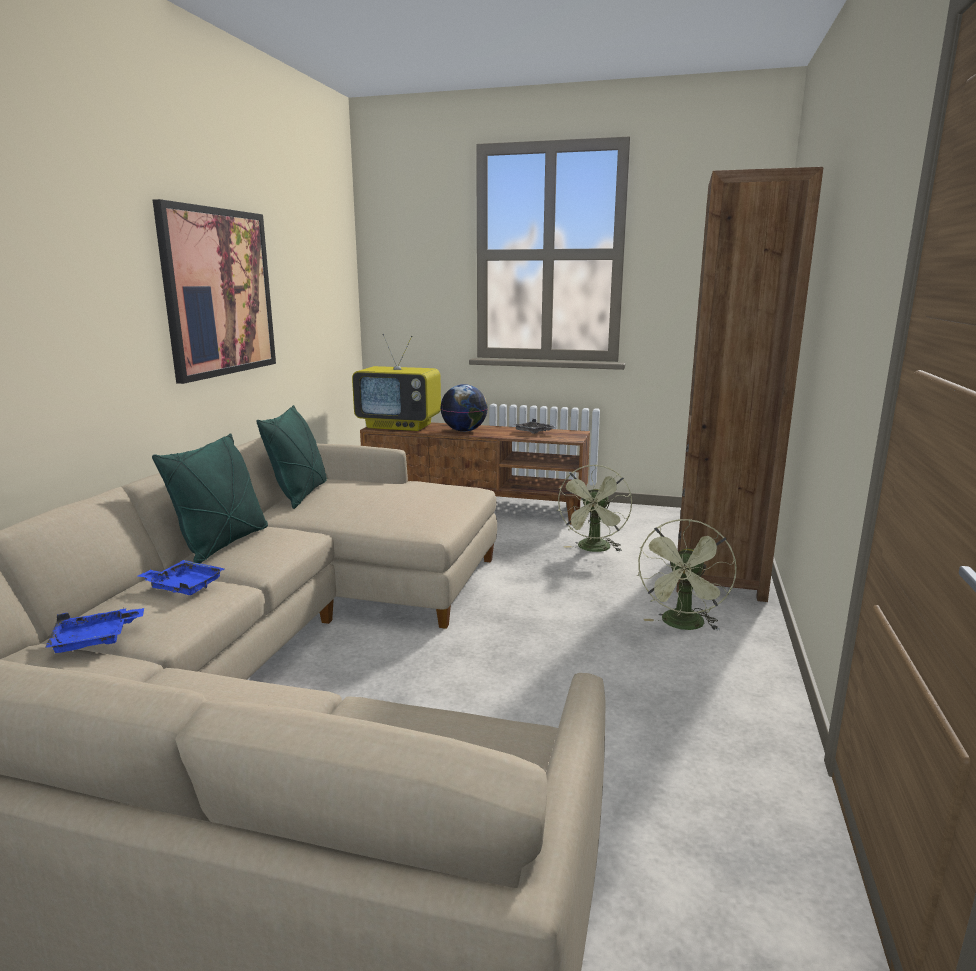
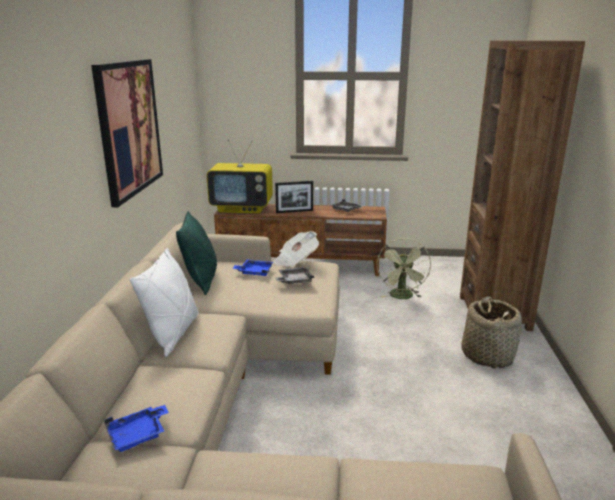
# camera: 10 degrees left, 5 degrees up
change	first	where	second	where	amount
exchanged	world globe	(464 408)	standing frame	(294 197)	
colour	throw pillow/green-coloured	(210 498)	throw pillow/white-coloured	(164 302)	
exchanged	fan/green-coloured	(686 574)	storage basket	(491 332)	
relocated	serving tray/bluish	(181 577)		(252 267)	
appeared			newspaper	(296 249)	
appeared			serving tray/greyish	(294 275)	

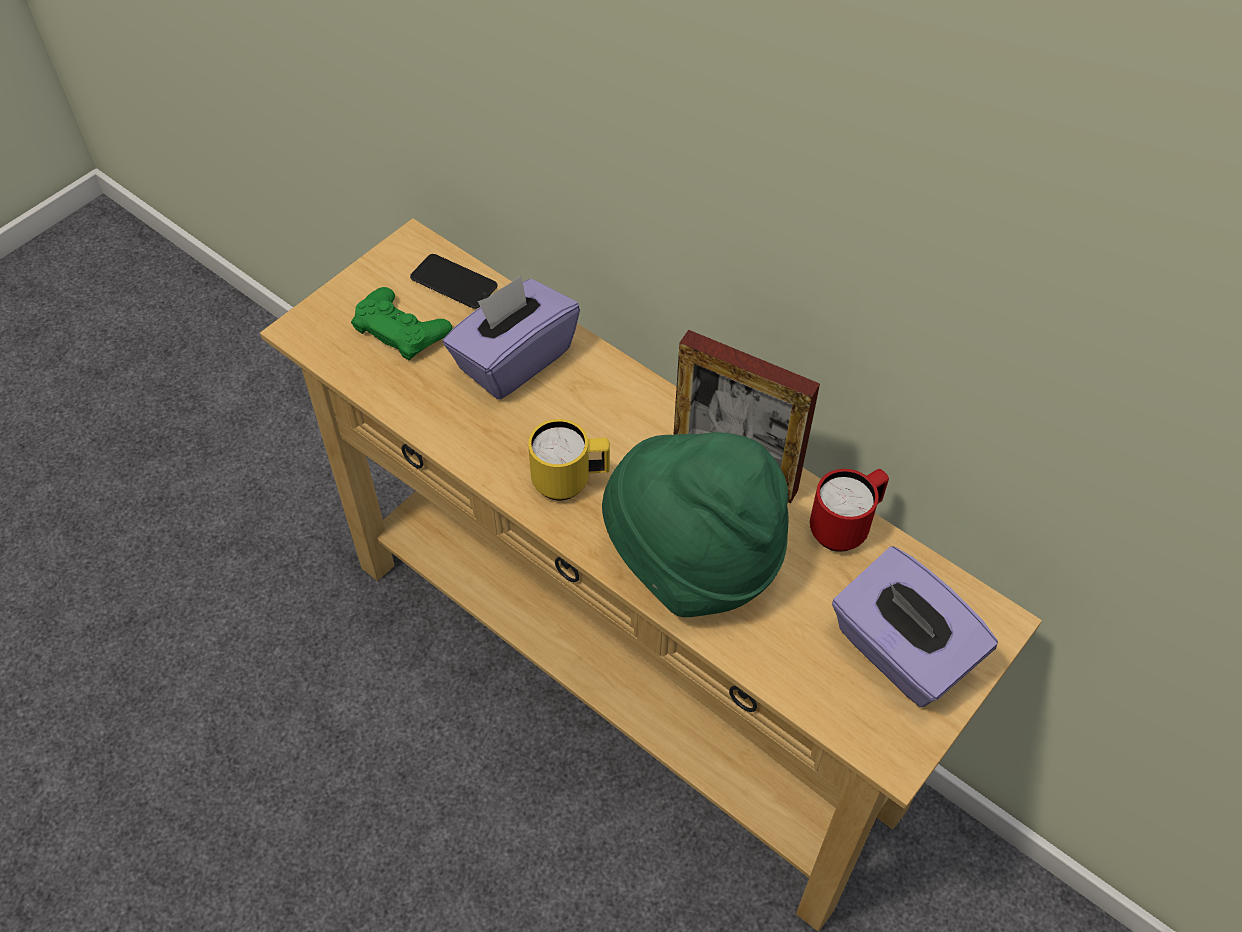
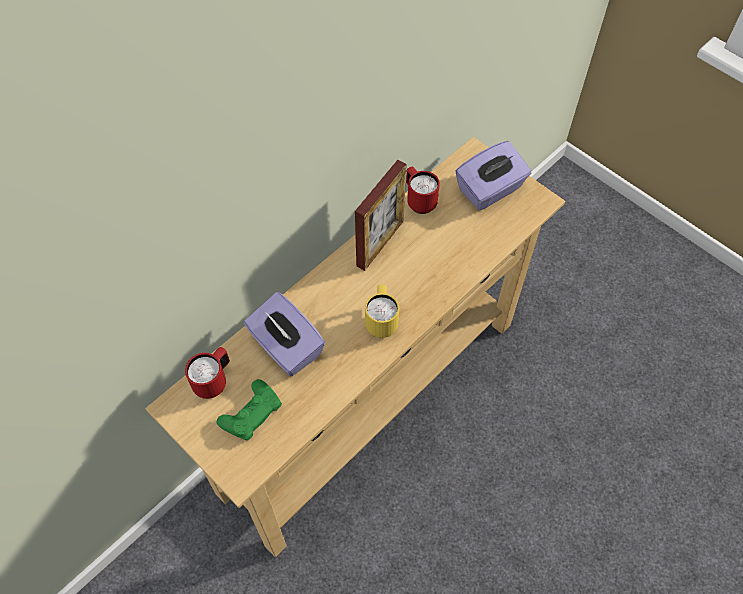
# camera: 85 degrees left, 5 degrees up
change	first	where	second	where	amount
exchanged	phone	(454 281)	mug/red	(207 373)	
missing	wearable hat/green-coloured	(695 524)			

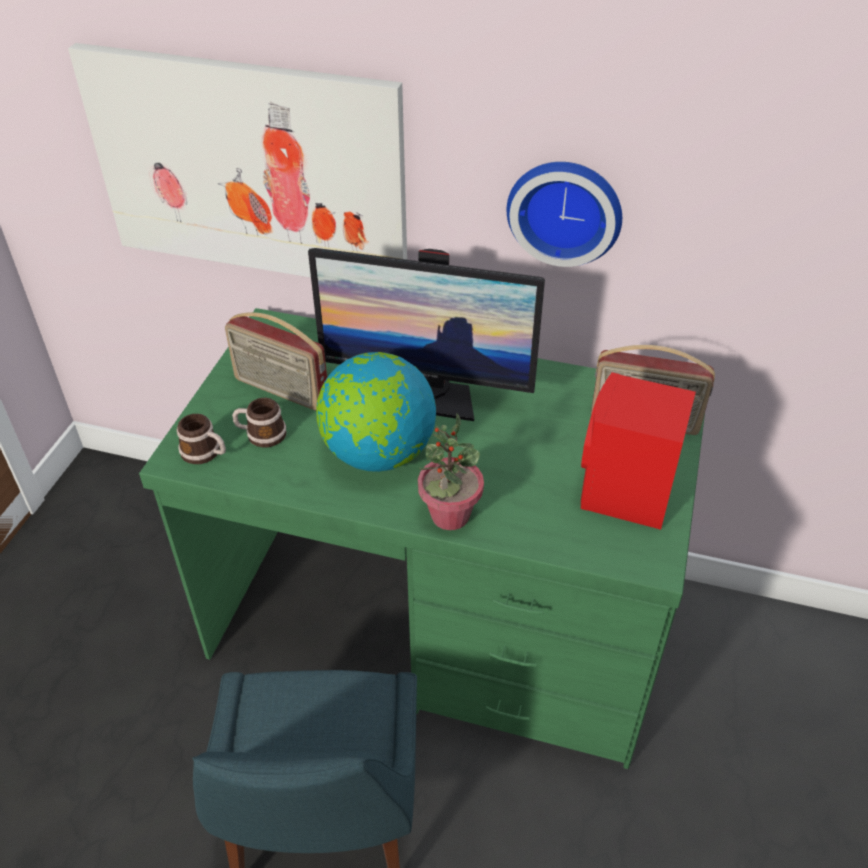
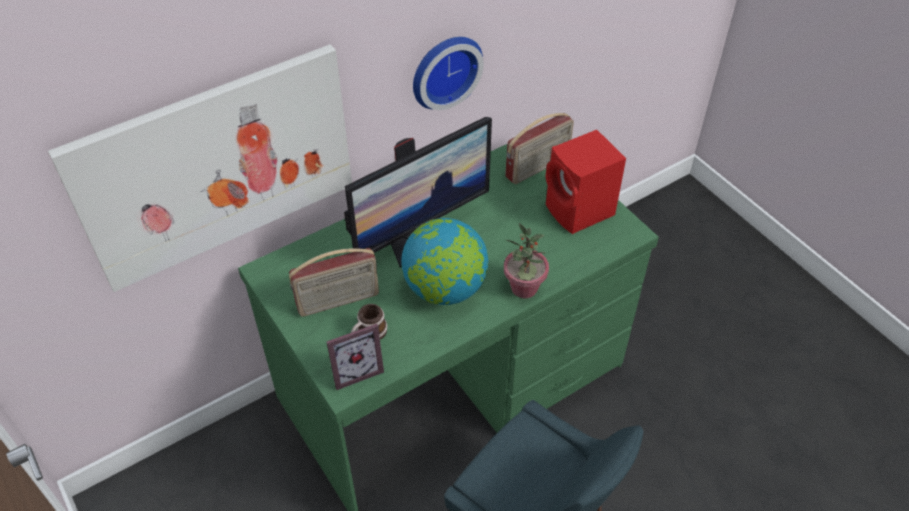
# camera: 50 degrees left, 5 degrees up
change	first	where	second	where	amount
exchanged	mug	(201 439)	standing frame	(355 356)	

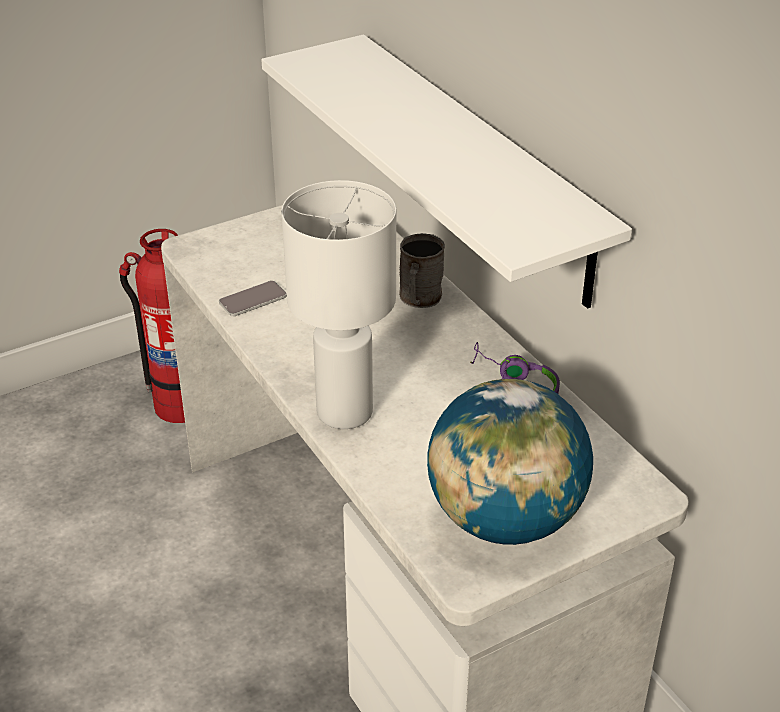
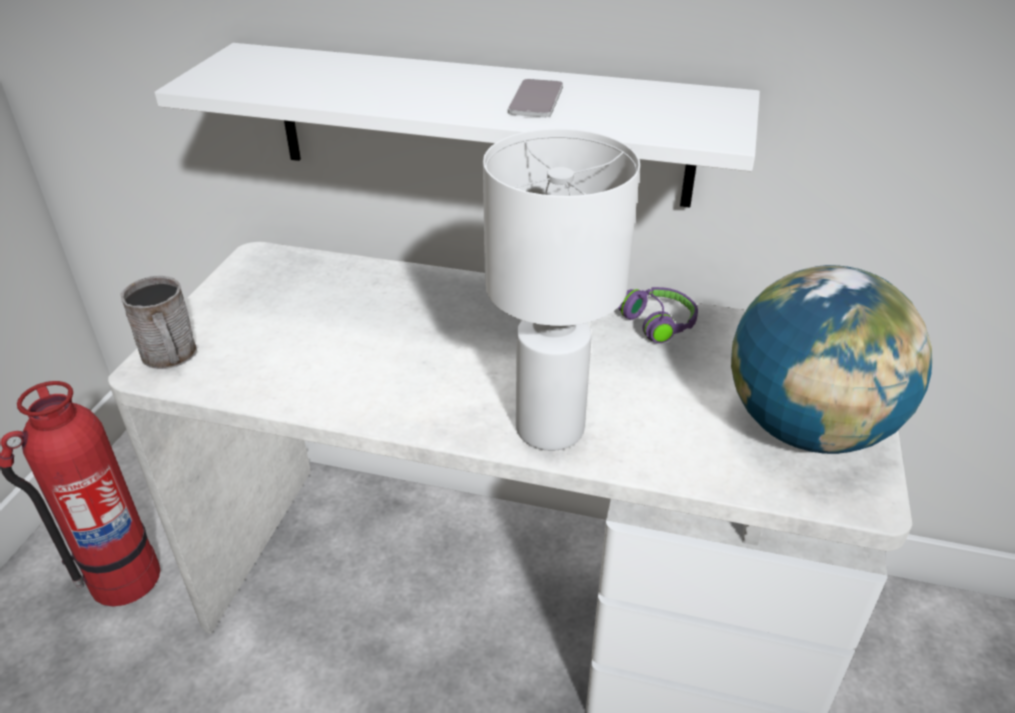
# camera: 45 degrees left, 0 degrees up
change	first	where	second	where	amount
relocated	mug/greyish	(422 270)		(159 322)	
relocated	phone	(253 298)		(535 98)	

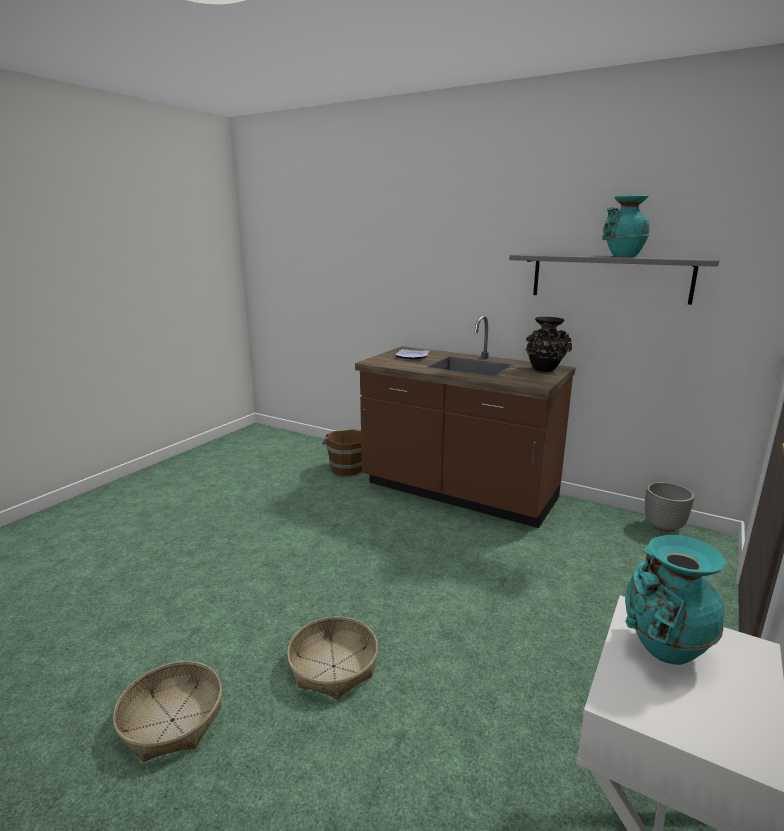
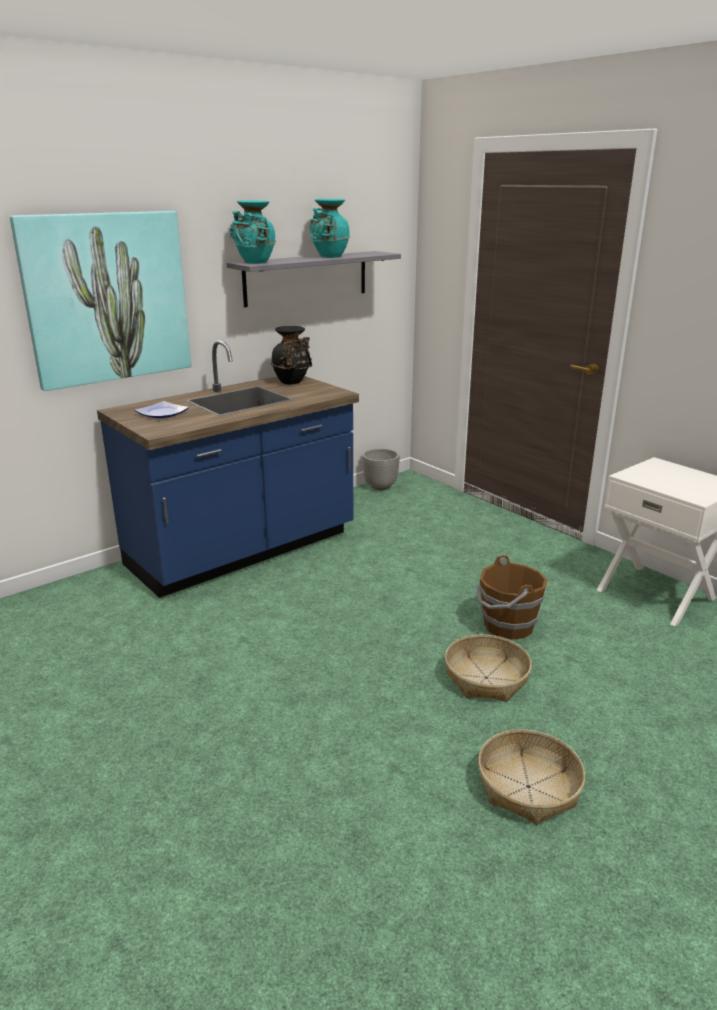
# camera: 70 degrees left, 5 degrees up
change	first	where	second	where	amount
colour	kitchen base unit/brown	(465 421)	kitchen base unit/bluish	(228 469)	
relocated	pail/brown	(342 452)		(512 597)	
relocated	flower vase/turquoise	(675 600)		(252 232)	
appeared			wall picture	(100 301)	

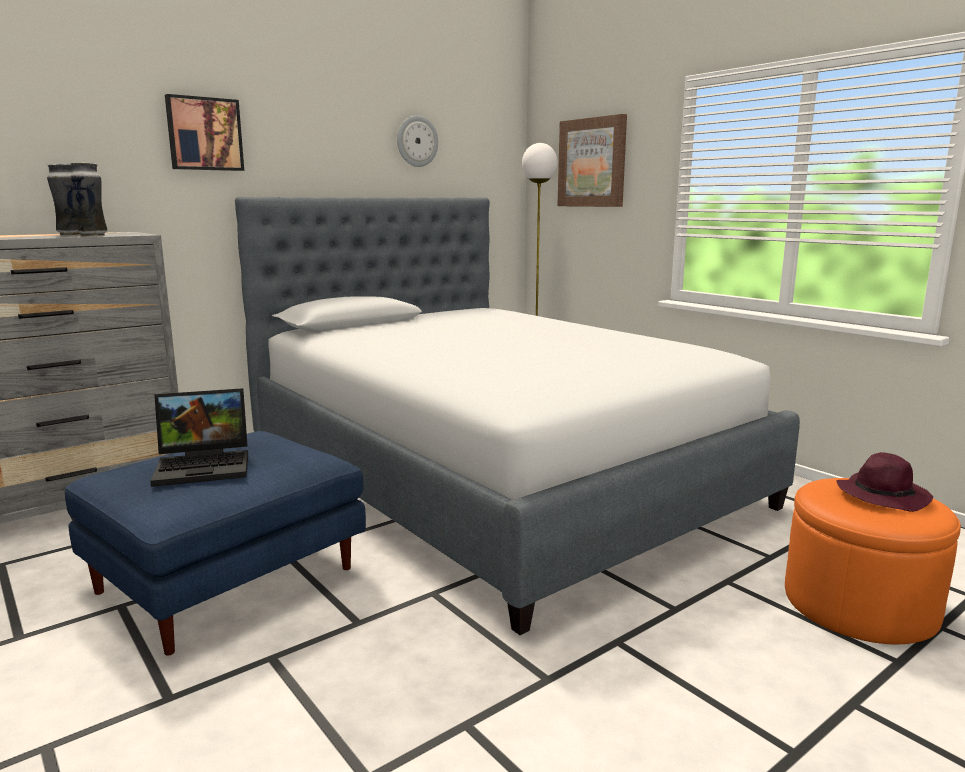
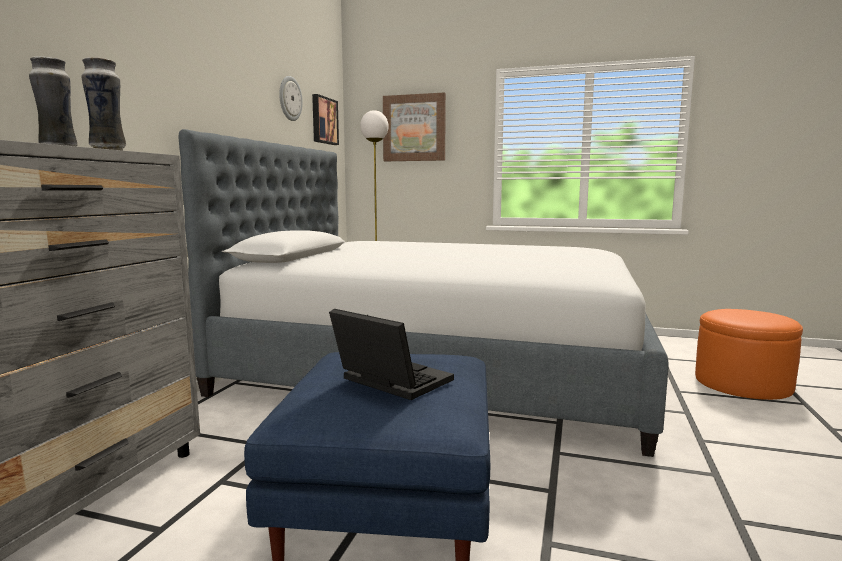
# camera: 35 degrees left, 5 degrees down
change	first	where	second	where	amount
relocated	wall picture	(204 132)		(325 119)	
spun	portable computer	(199 437)		(391 354)	90 degrees counterclockwise
missing	wearable hat/purple	(884 482)			

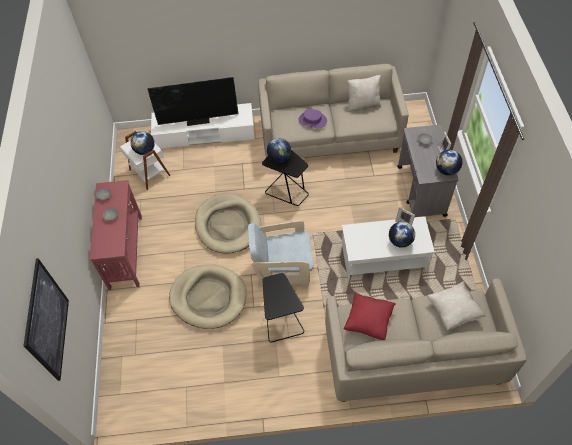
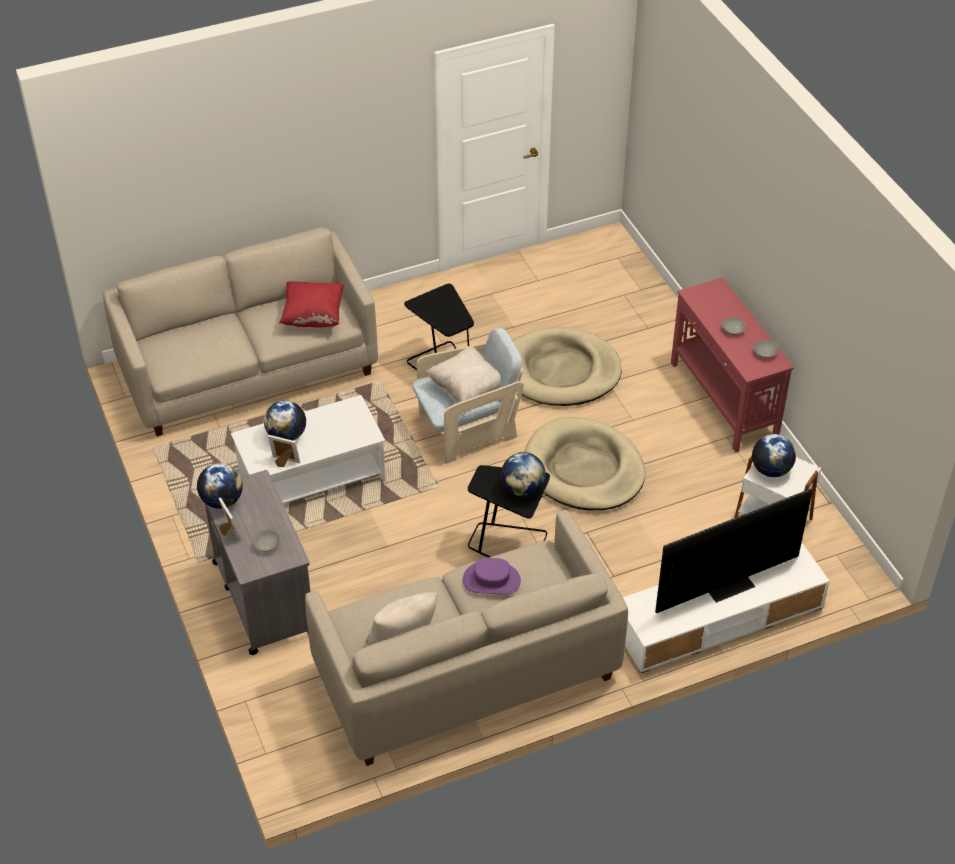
# camera: 160 degrees right, 10 degrees down
change	first	where	second	where	amount
missing	wall picture	(46 319)			
relocated	throw pillow/beige-coloured	(456 306)		(462 374)	

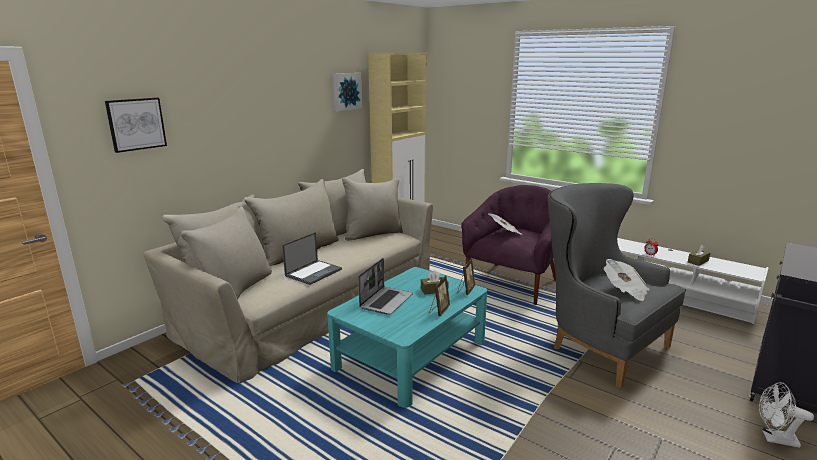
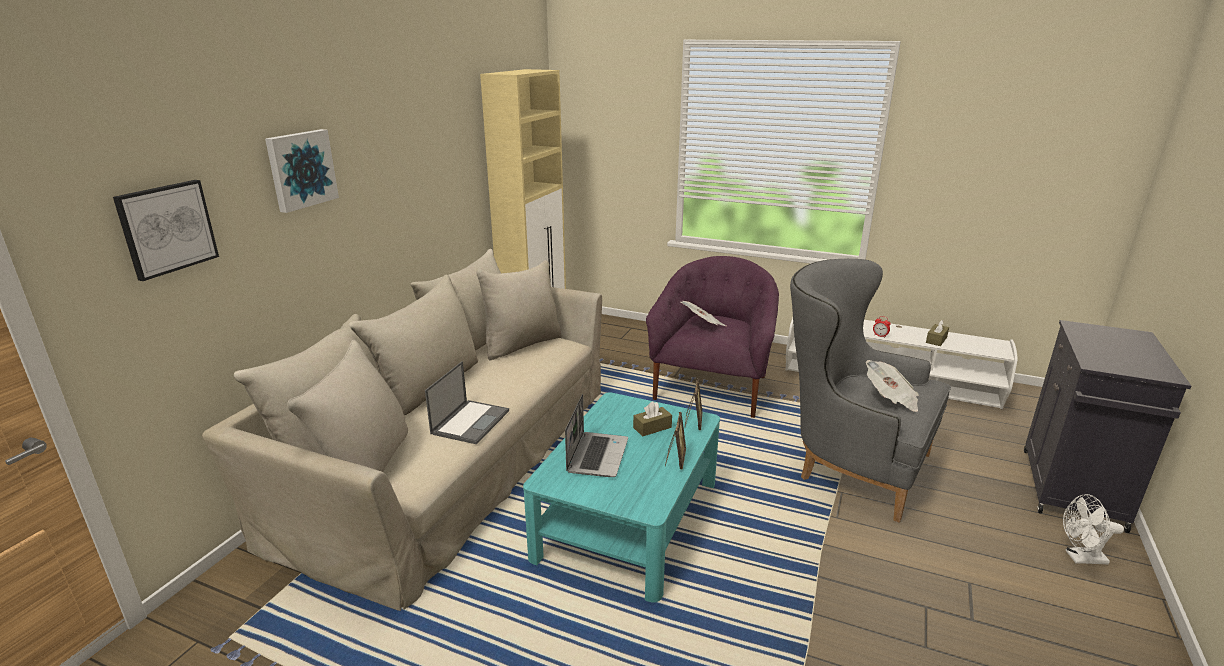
# camera: 15 degrees left, 5 degrees up
change	first	where	second	where	amount
relocated	wall picture	(347 92)		(302 171)	

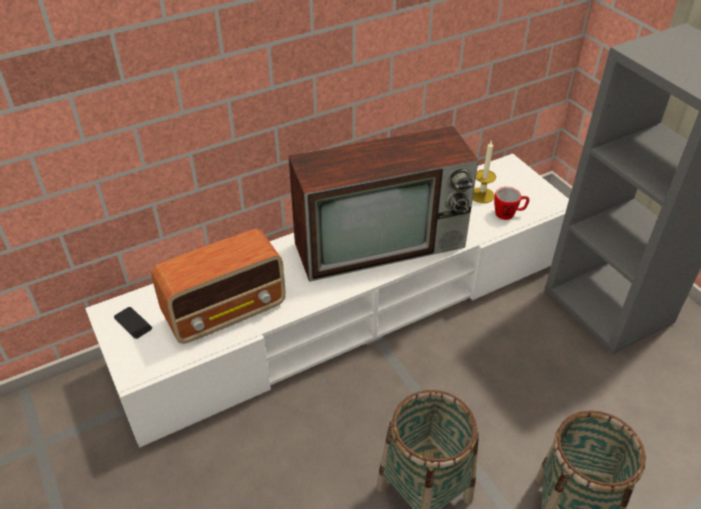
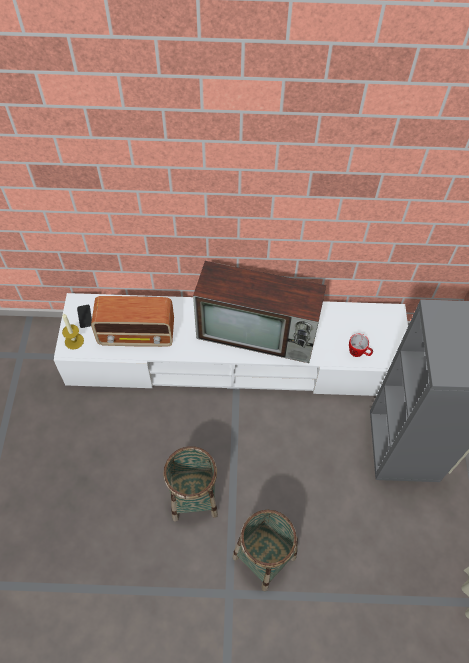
# camera: 30 degrees right, 15 degrees up
change	first	where	second	where	amount
relocated	wax candle	(484 172)		(73 331)	

